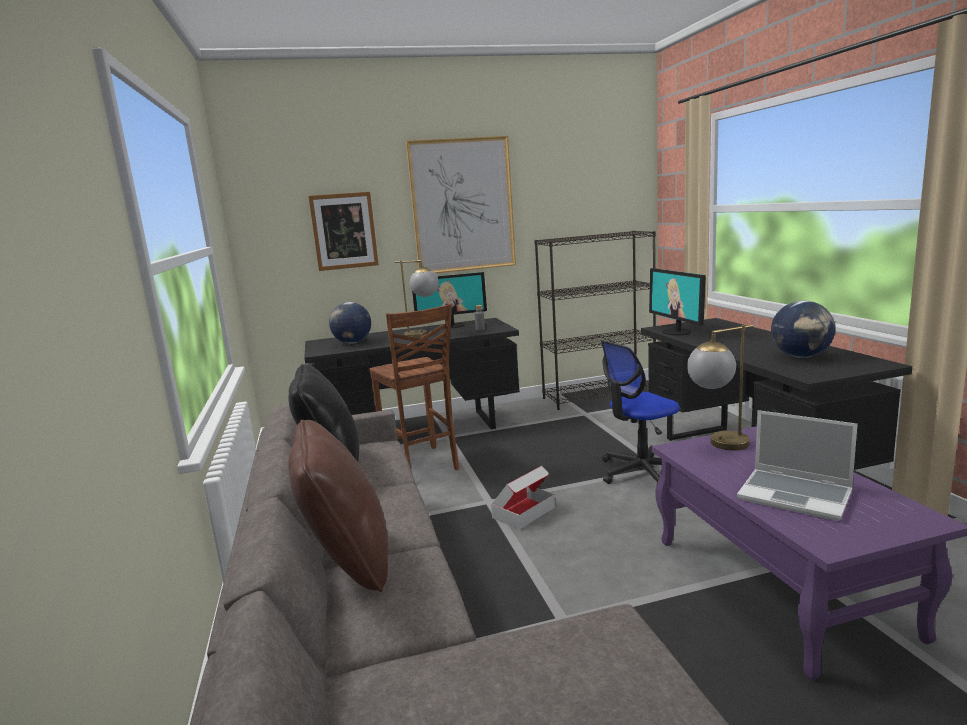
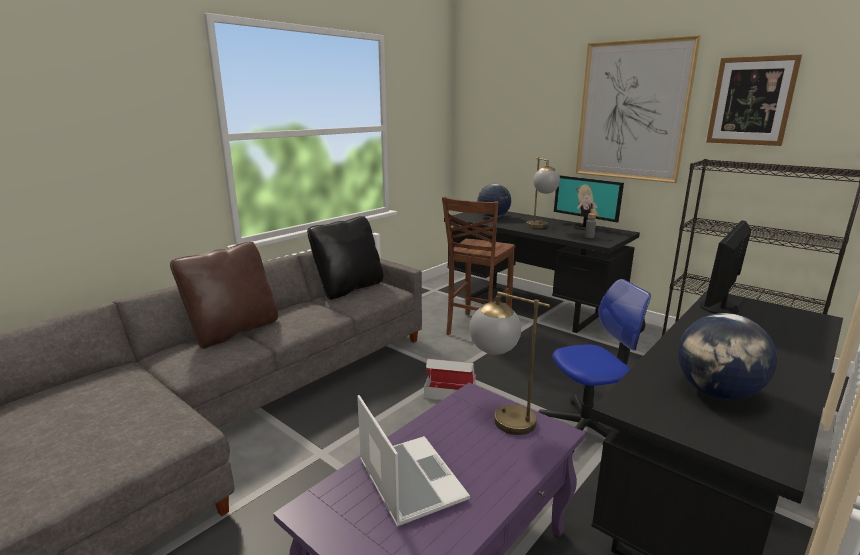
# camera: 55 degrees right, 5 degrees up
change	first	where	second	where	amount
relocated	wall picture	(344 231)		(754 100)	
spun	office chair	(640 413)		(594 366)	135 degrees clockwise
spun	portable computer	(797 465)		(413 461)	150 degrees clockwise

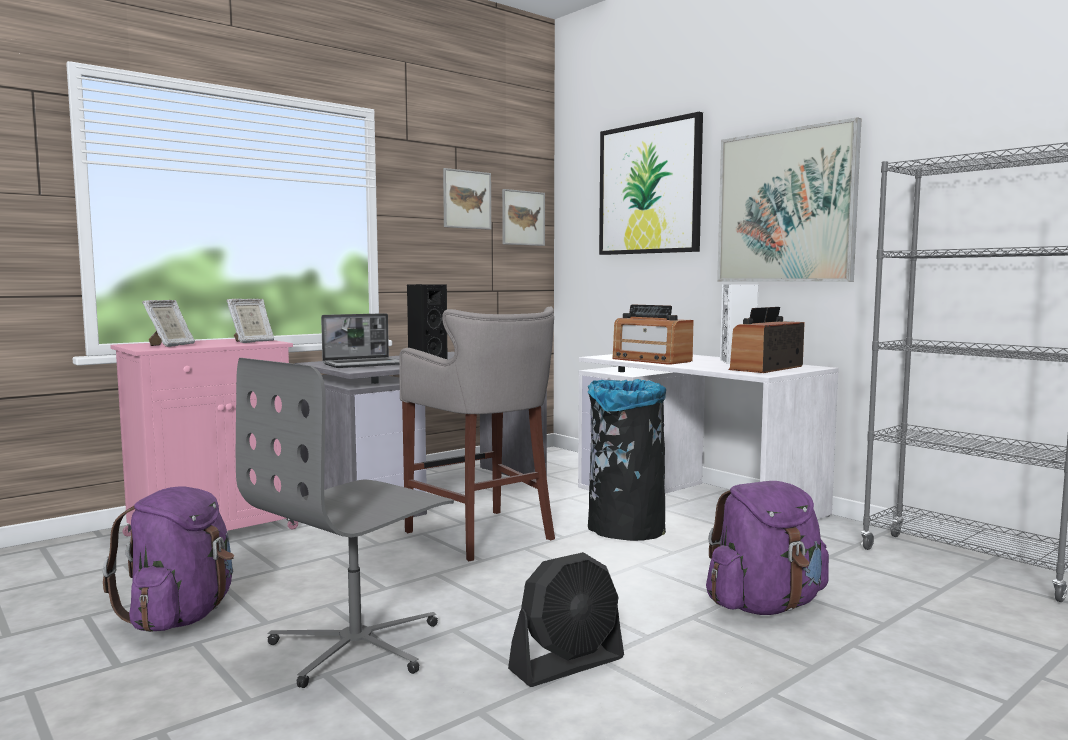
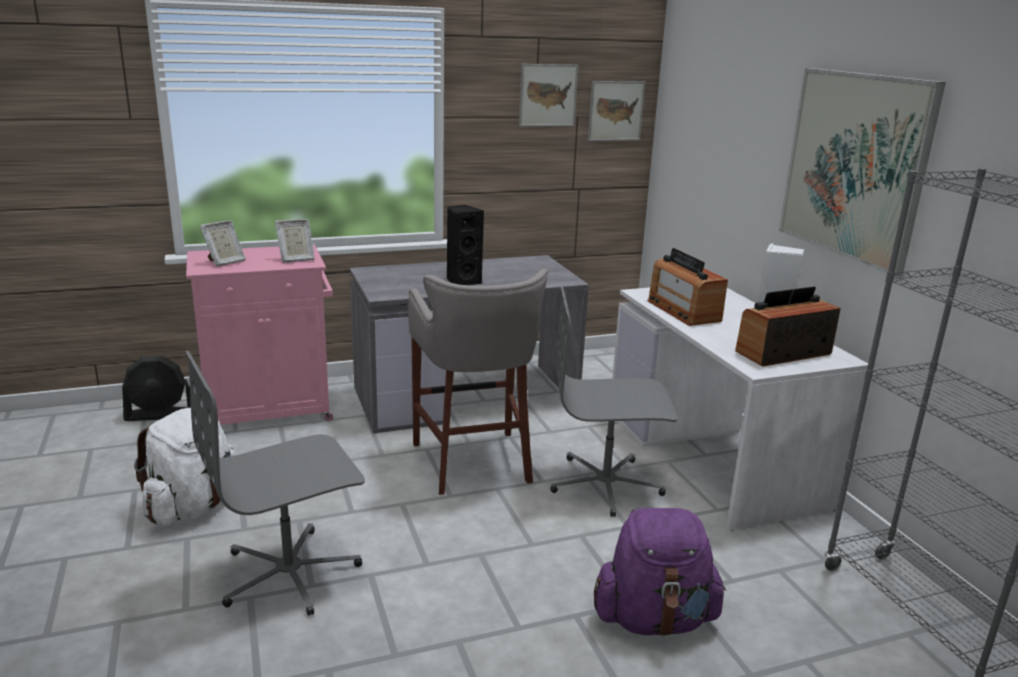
# camera: 20 degrees right, 15 degrees up
change	first	where	second	where	amount
missing	wall picture	(651 183)			
missing	portable computer	(360 340)			
exchanged	trash can/black-coloured	(627 460)	office chair/greyish	(614 402)	
colour	rucksack/purple	(168 559)	rucksack/white-coloured	(185 467)	
relocated	fan/black-coloured	(566 619)		(156 388)	

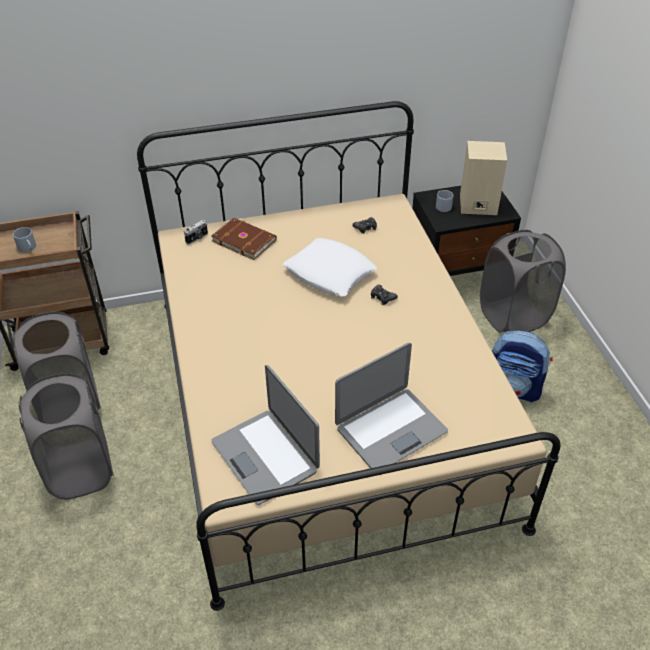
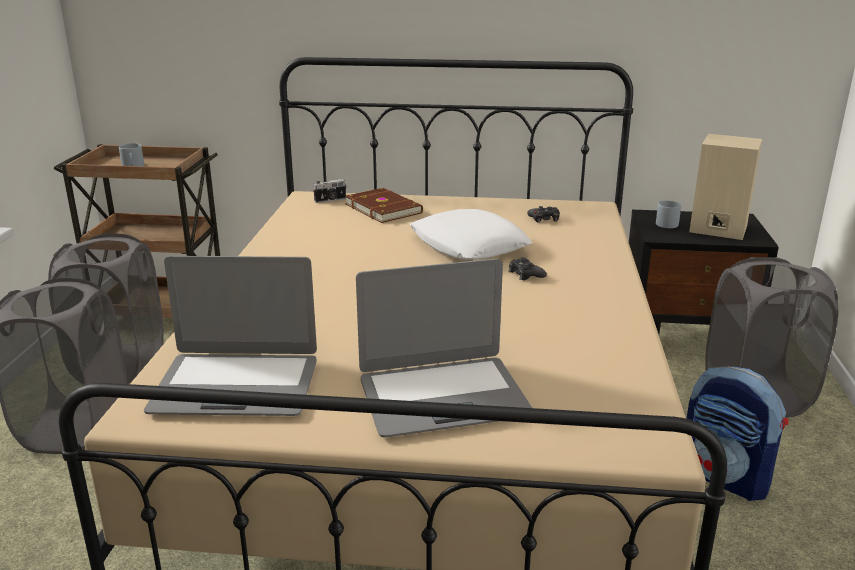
# camera: 20 degrees right, 20 degrees down
change	first	where	second	where	amount
spun	portable computer	(265 435)		(230 336)	75 degrees counterclockwise

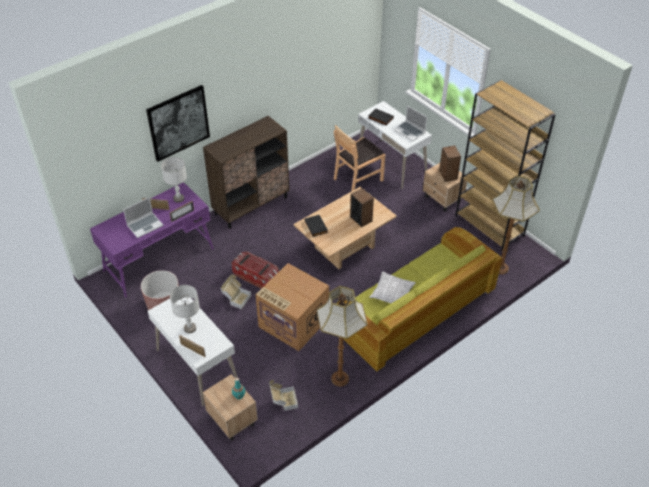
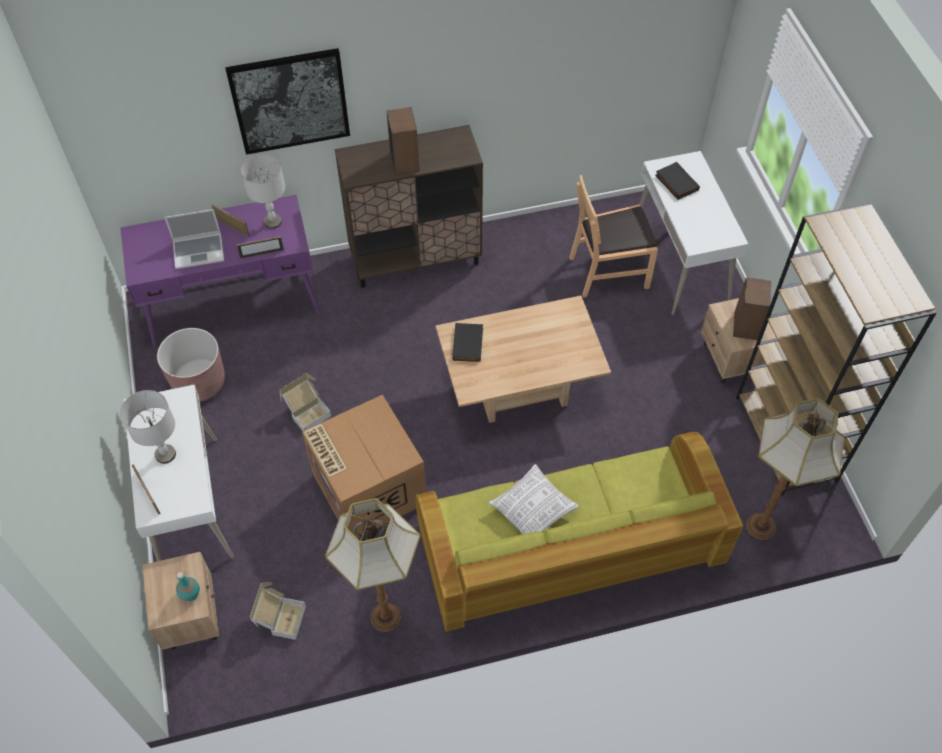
# camera: 25 degrees right, 10 degrees up
change	first	where	second	where	amount
missing	portable computer	(410 123)			
relocated	loudspeaker	(362 207)		(403 141)	
missing	storage bin	(255 270)			

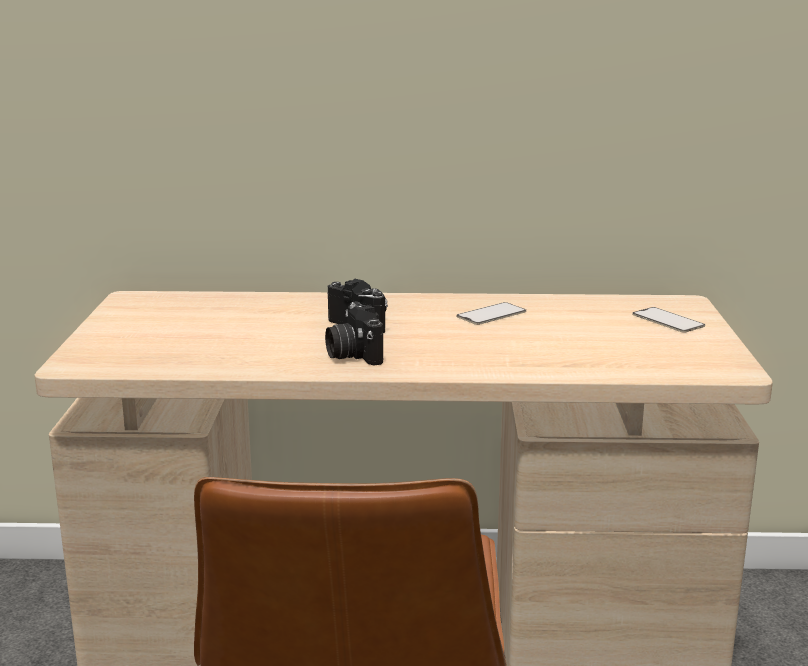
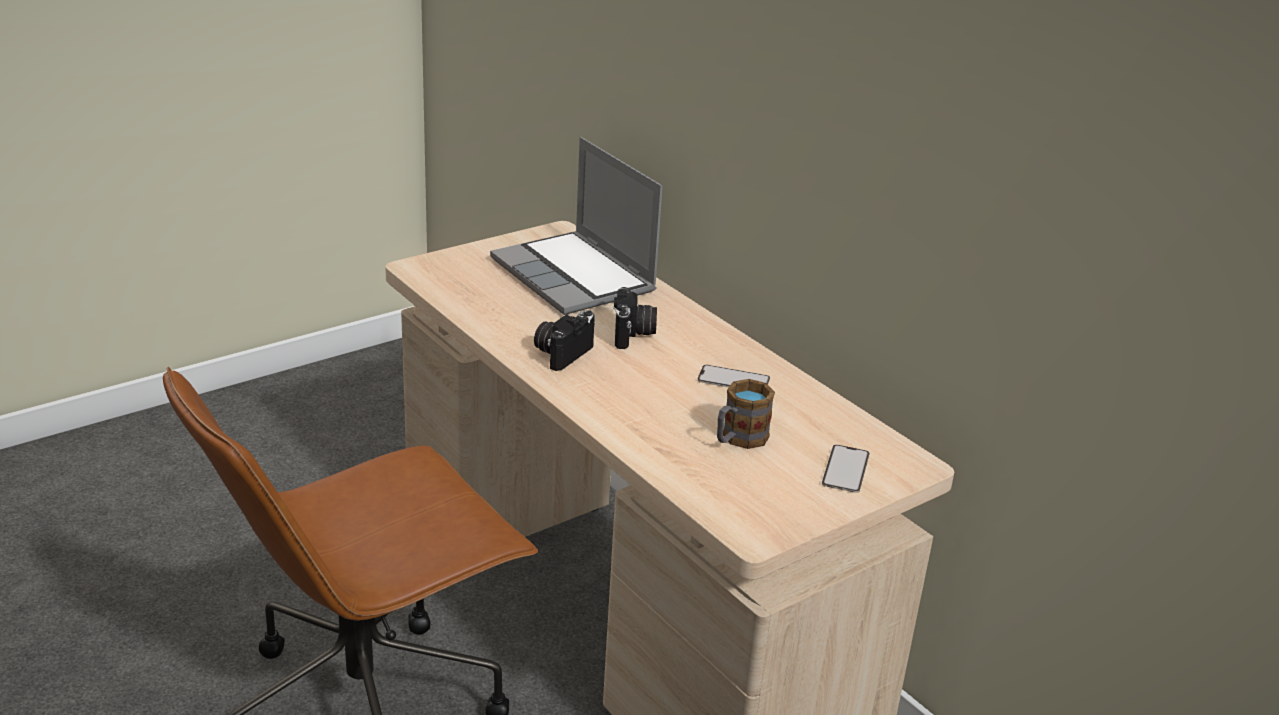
# camera: 50 degrees right, 10 degrees up
change	first	where	second	where	amount
appeared			portable computer	(576 226)	
appeared			mug	(746 414)	

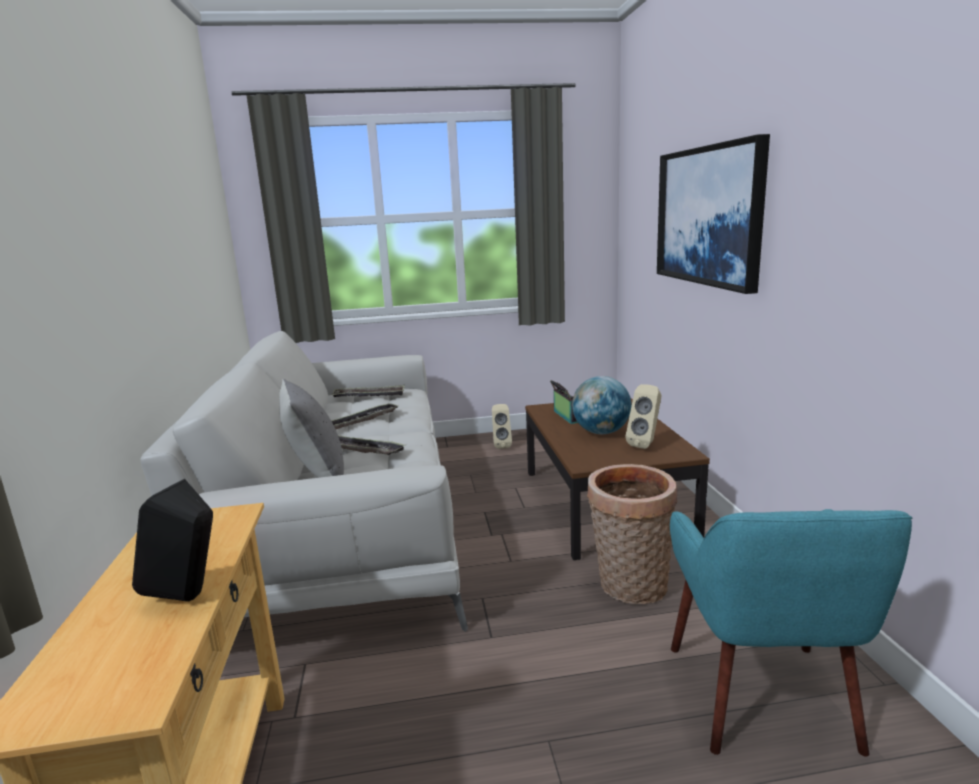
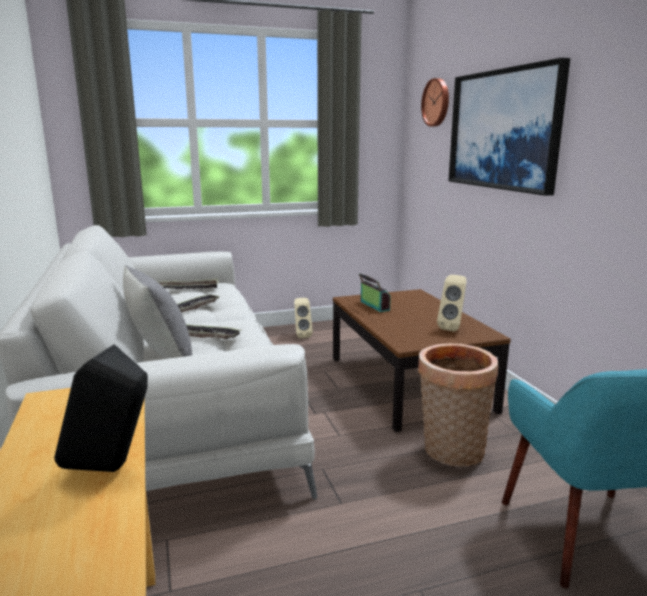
# camera: 10 degrees left, 0 degrees up
change	first	where	second	where	amount
missing	world globe	(601 405)			
appeared			hanging clock	(435 102)	

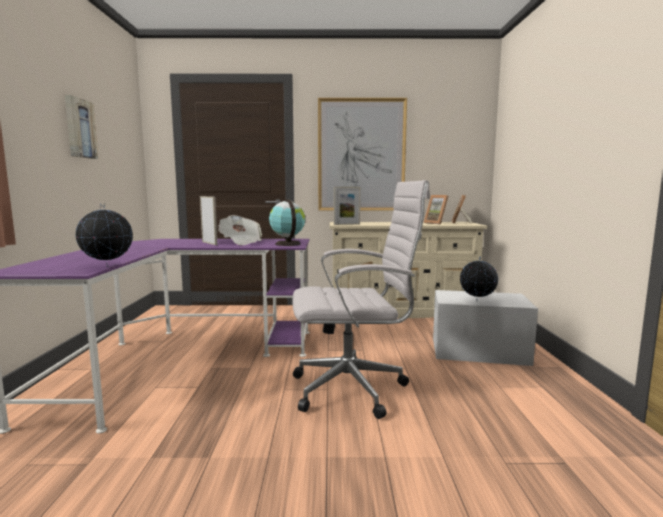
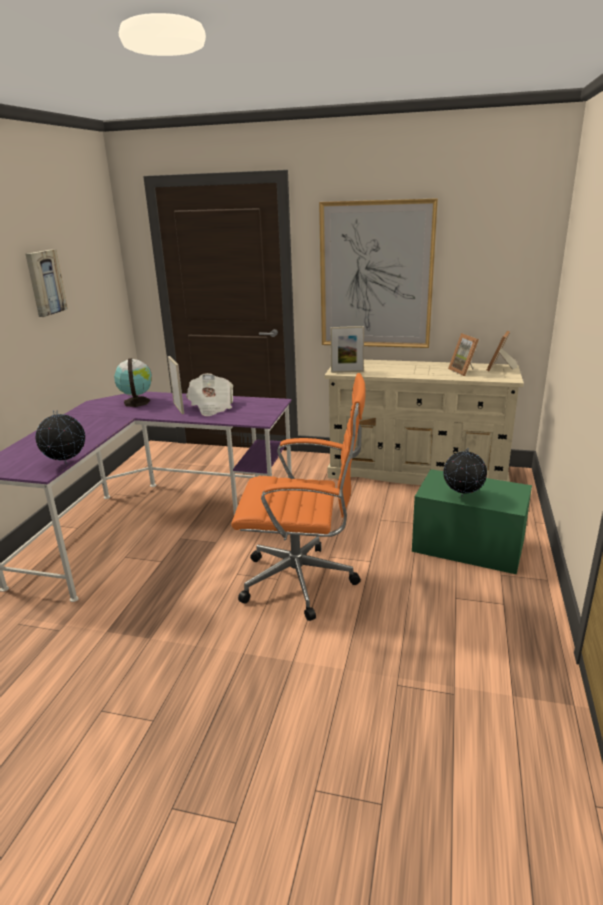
# camera: 15 degrees right, 15 degrees up
change	first	where	second	where	amount
colour	office chair/white-coloured	(361 299)	office chair/orange-coloured	(298 497)	
relocated	world globe	(287 223)		(133 382)	
colour	storage bin/white-coloured	(485 328)	storage bin/green-coloured	(472 521)	

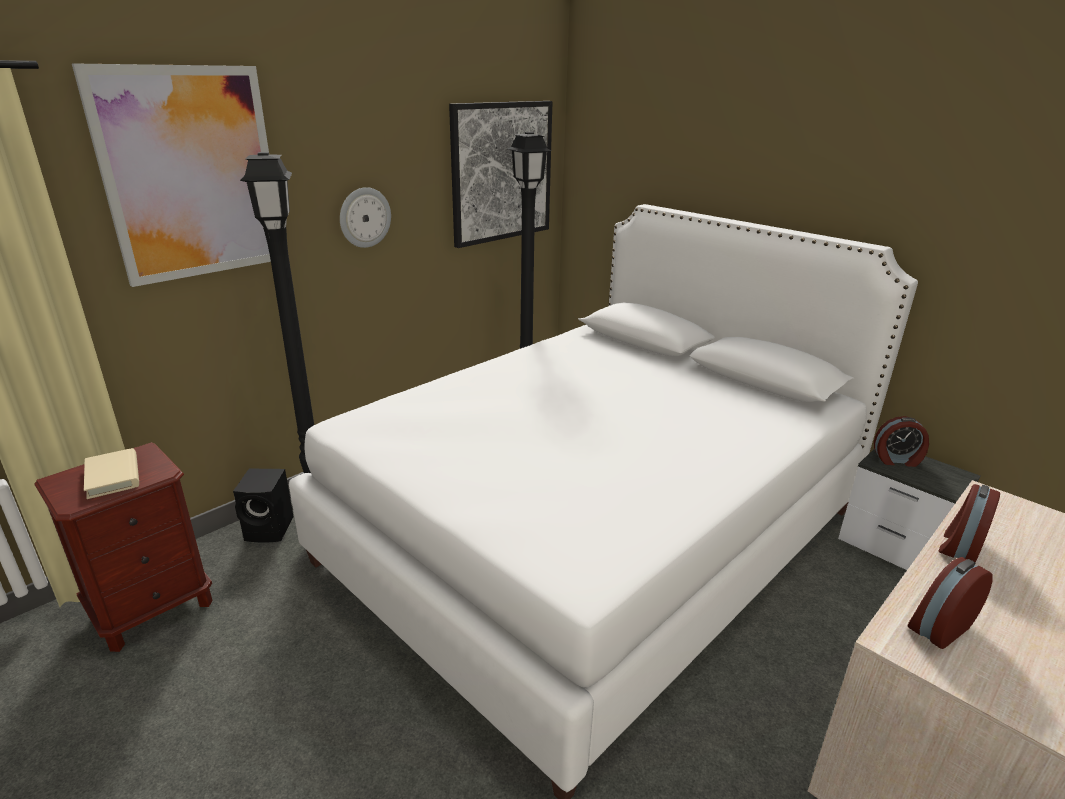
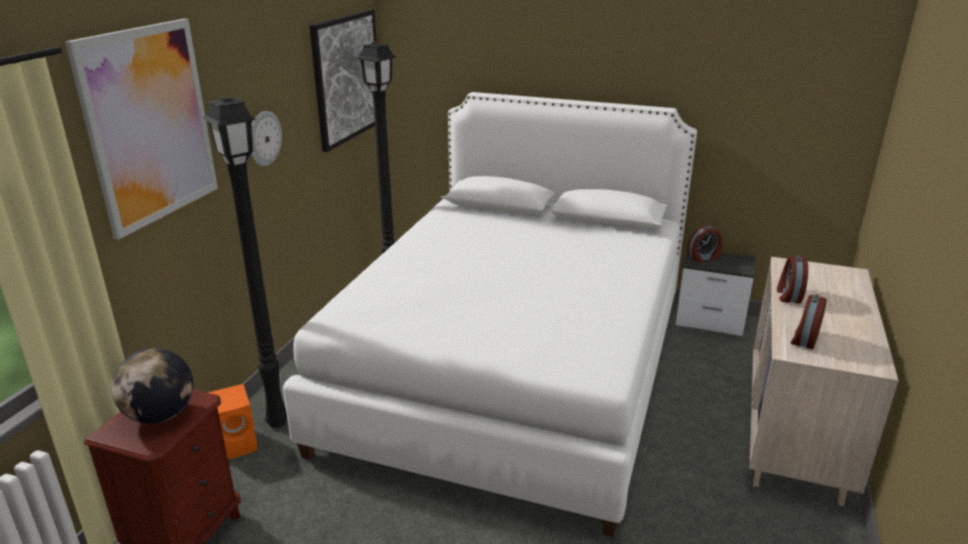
# camera: 25 degrees left, 0 degrees up
change	first	where	second	where	amount
exchanged	volume/beige-coloured	(111 473)	world globe	(152 386)	
colour	loudspeaker/black-coloured	(263 506)	loudspeaker/orange-coloured	(233 421)	

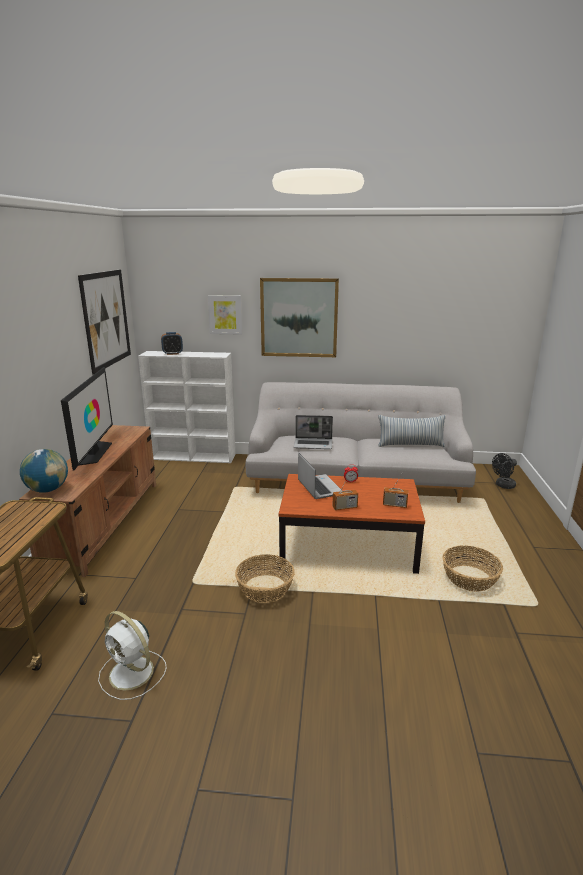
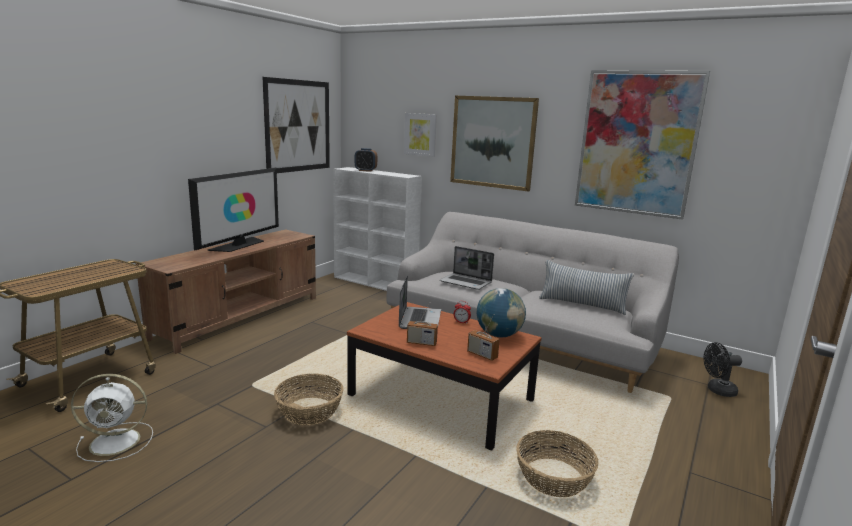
# camera: 25 degrees right, 5 degrees down
change	first	where	second	where	amount
relocated	world globe	(44 471)		(501 312)	
spun	fan/white-coloured	(132 655)		(112 418)	75 degrees counterclockwise
appeared			wall picture	(642 145)	

